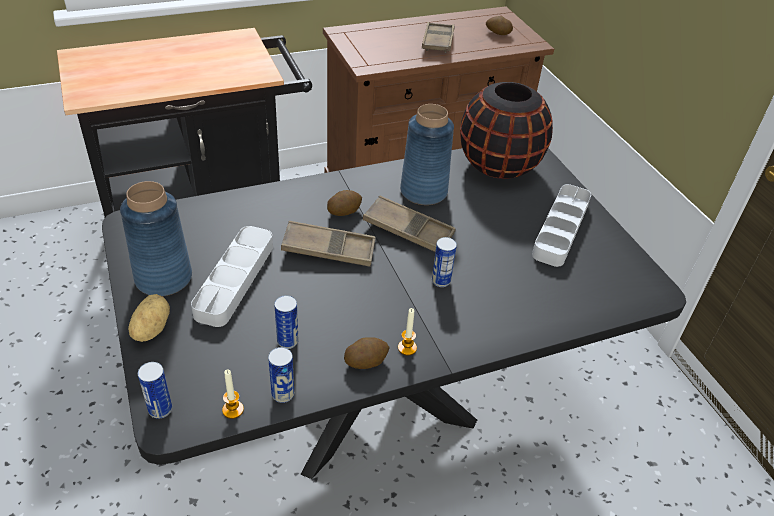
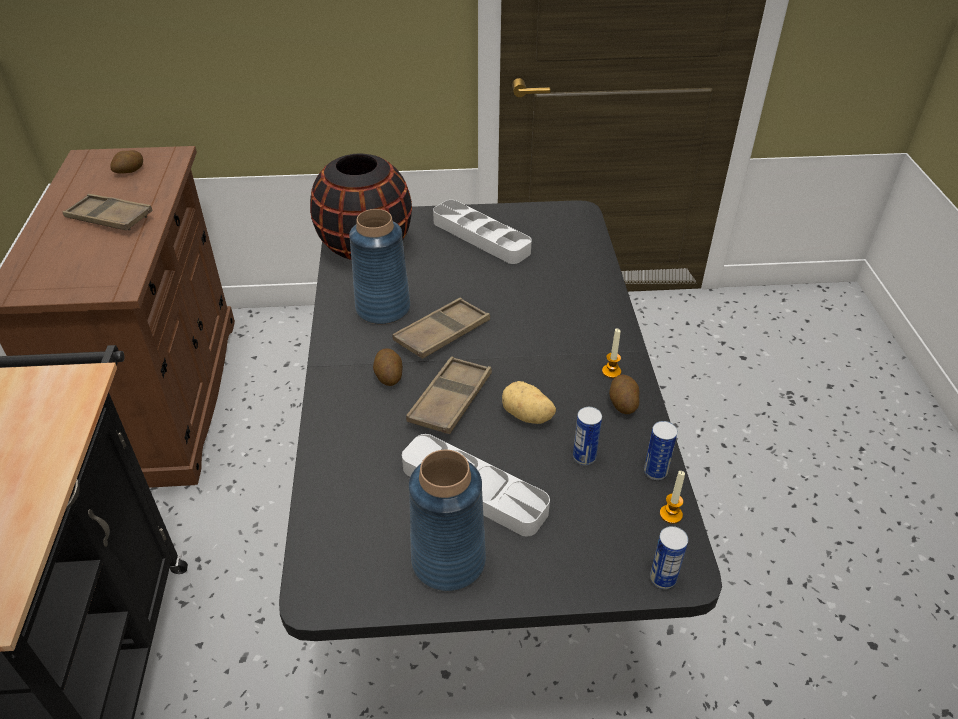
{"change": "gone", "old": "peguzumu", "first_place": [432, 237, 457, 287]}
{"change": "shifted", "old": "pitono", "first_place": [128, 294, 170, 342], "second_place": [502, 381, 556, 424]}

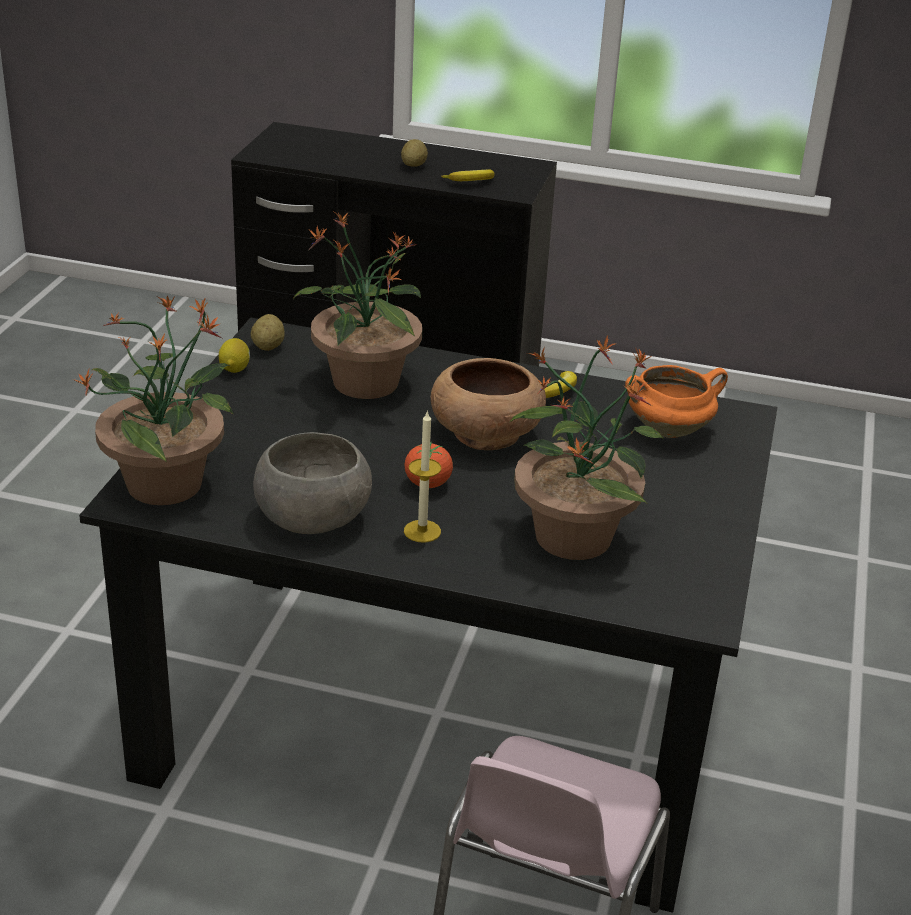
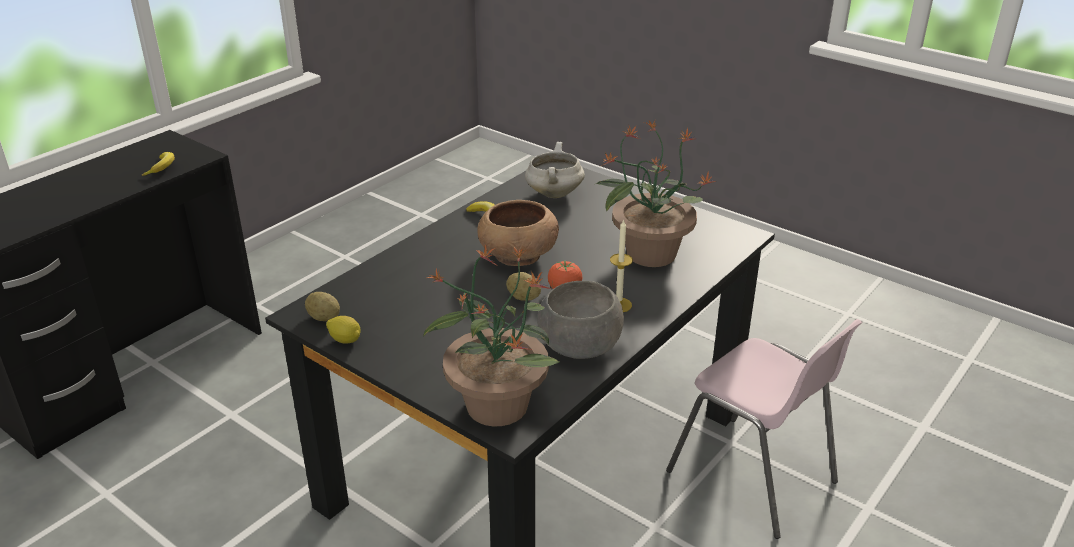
{"change": "shifted", "old": "pitono", "first_place": [401, 139, 428, 167], "second_place": [506, 272, 541, 301]}
{"change": "gone", "old": "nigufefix", "first_place": [293, 212, 422, 399]}
{"change": "repainted", "old": "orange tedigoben", "new": "white tedigoben", "first_place": [625, 365, 728, 438], "second_place": [525, 142, 585, 198]}

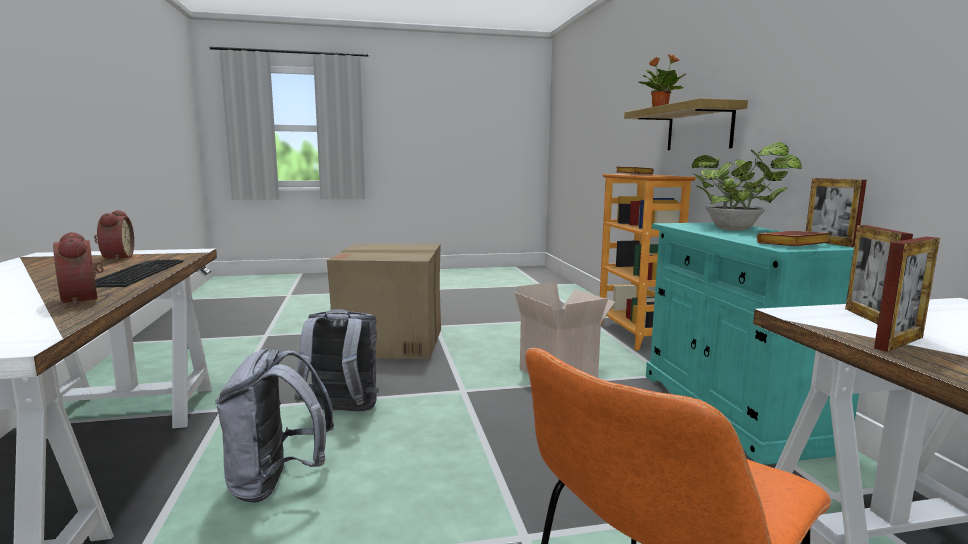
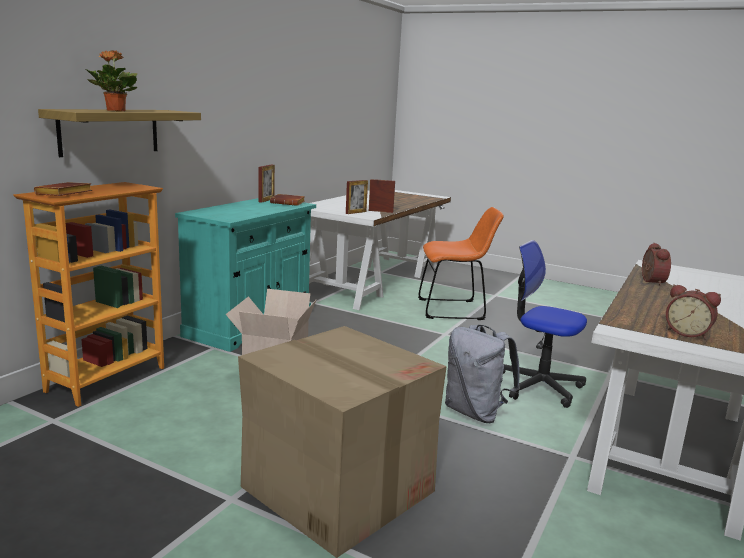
{"change": "gone", "old": "nigufefix", "first_place": [692, 142, 802, 230]}
{"change": "rotated", "old": "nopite", "first_place": [94, 210, 134, 261], "second_place": [666, 284, 721, 340], "degrees": -75}
{"change": "gone", "old": "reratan", "first_place": [95, 259, 183, 287]}
{"change": "swapped", "old": "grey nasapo", "new": "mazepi", "first_place": [215, 348, 334, 503], "second_place": [503, 240, 587, 408]}

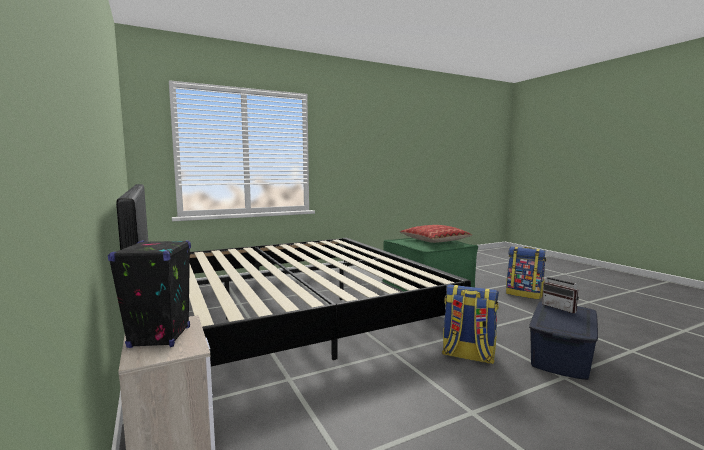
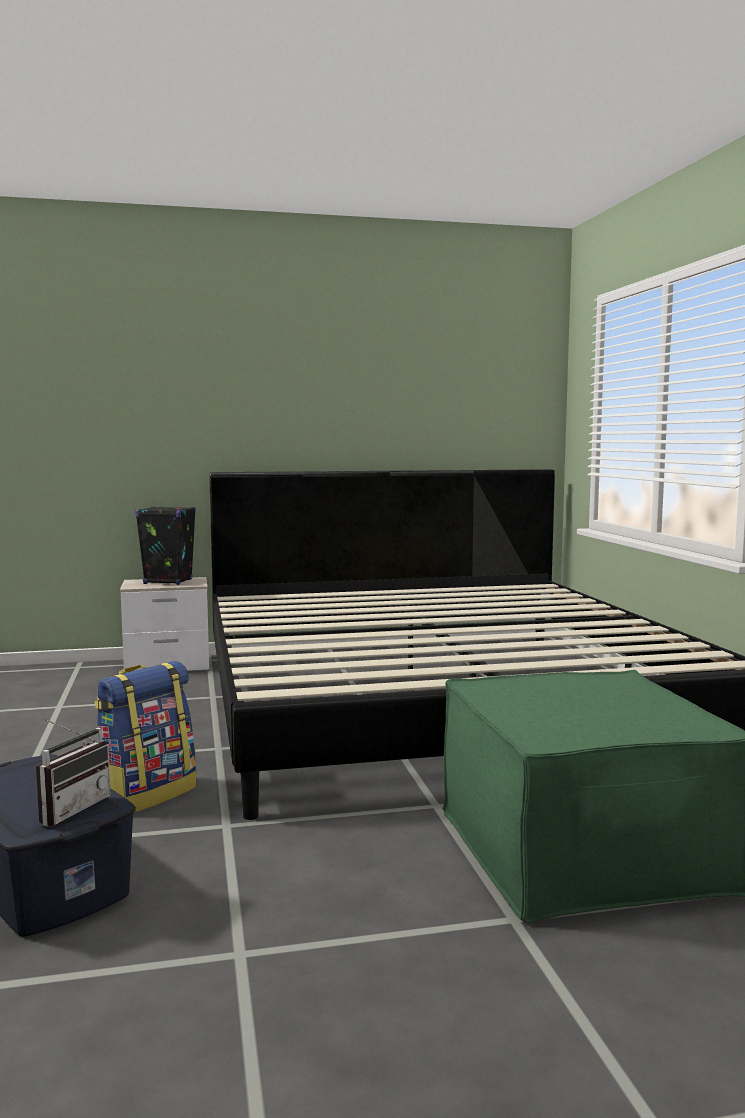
{"change": "gone", "old": "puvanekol", "first_place": [399, 225, 472, 243]}
{"change": "gone", "old": "nasapo", "first_place": [506, 247, 546, 300]}
{"change": "rotated", "old": "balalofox", "first_place": [542, 270, 579, 313], "second_place": [36, 718, 111, 826], "degrees": 135}

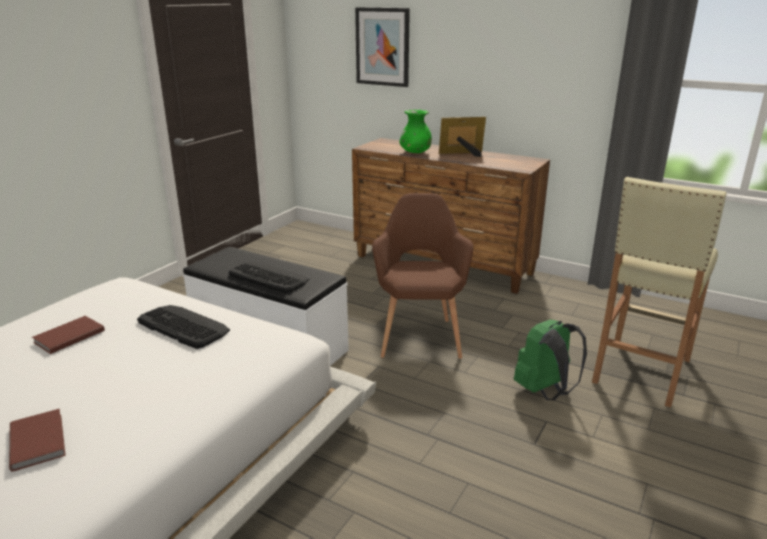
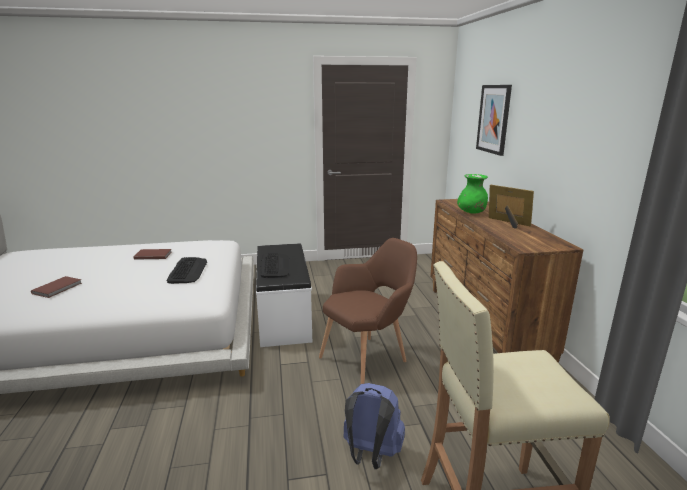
{"change": "repainted", "old": "green nasapo", "new": "blue nasapo", "first_place": [514, 320, 587, 400], "second_place": [344, 383, 405, 469]}

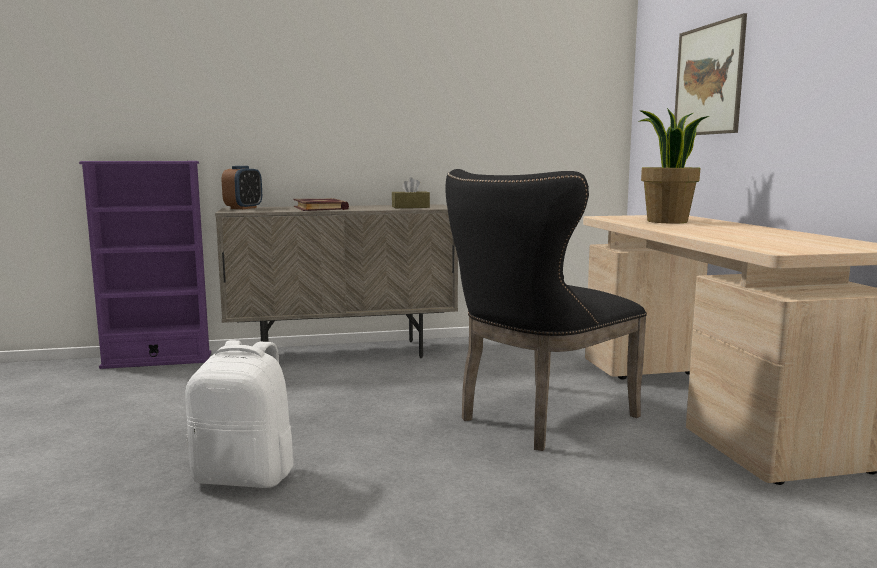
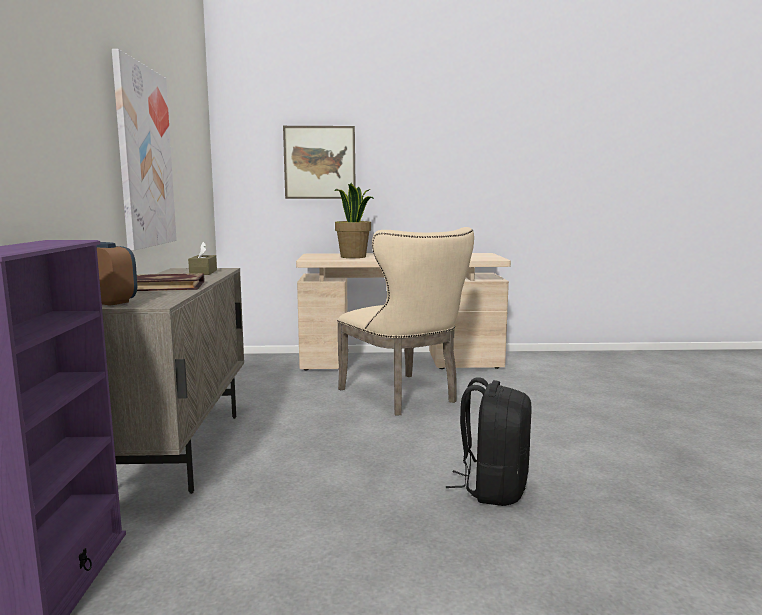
{"change": "repainted", "old": "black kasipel", "new": "beige kasipel", "first_place": [445, 169, 647, 451], "second_place": [337, 227, 474, 415]}
{"change": "repainted", "old": "white nasapo", "new": "black nasapo", "first_place": [185, 340, 294, 488], "second_place": [446, 377, 532, 506]}
{"change": "new", "new": "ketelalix", "second_place": [112, 49, 177, 251]}

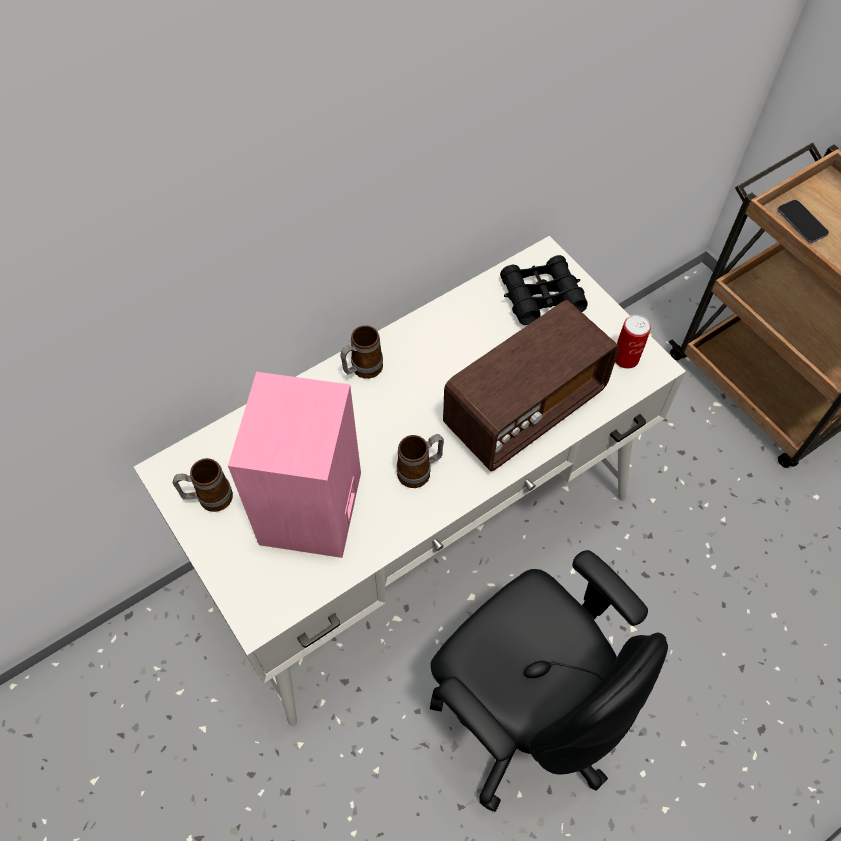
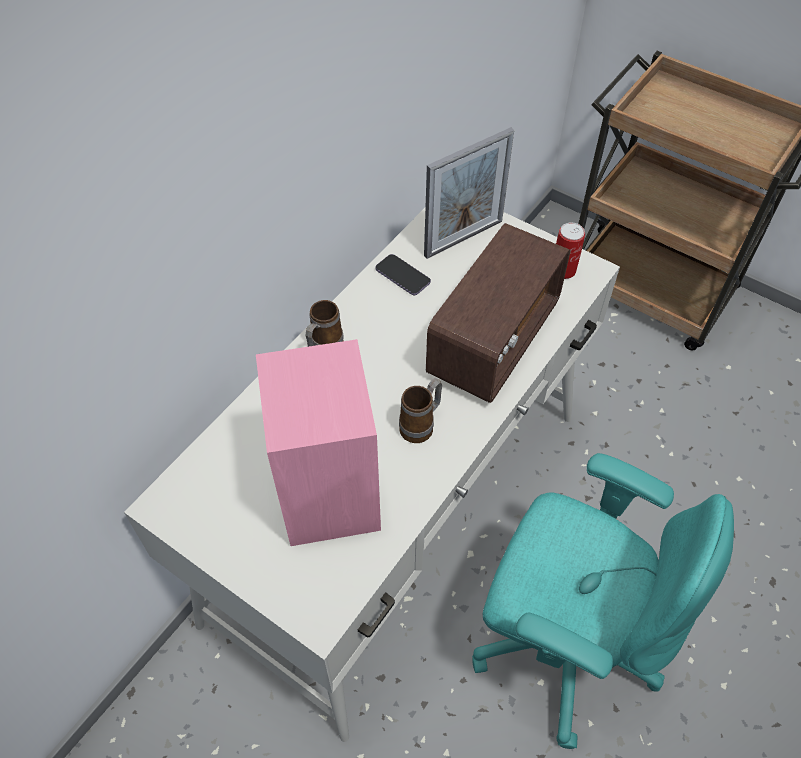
{"change": "shifted", "old": "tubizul", "first_place": [777, 200, 829, 243], "second_place": [375, 254, 431, 295]}
{"change": "swapped", "old": "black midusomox", "new": "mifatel", "first_place": [500, 255, 588, 325], "second_place": [424, 127, 514, 259]}
{"change": "gone", "old": "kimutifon", "first_place": [172, 458, 233, 512]}
{"change": "repainted", "old": "black mazepi", "new": "turquoise mazepi", "first_place": [430, 550, 668, 812], "second_place": [472, 453, 734, 749]}

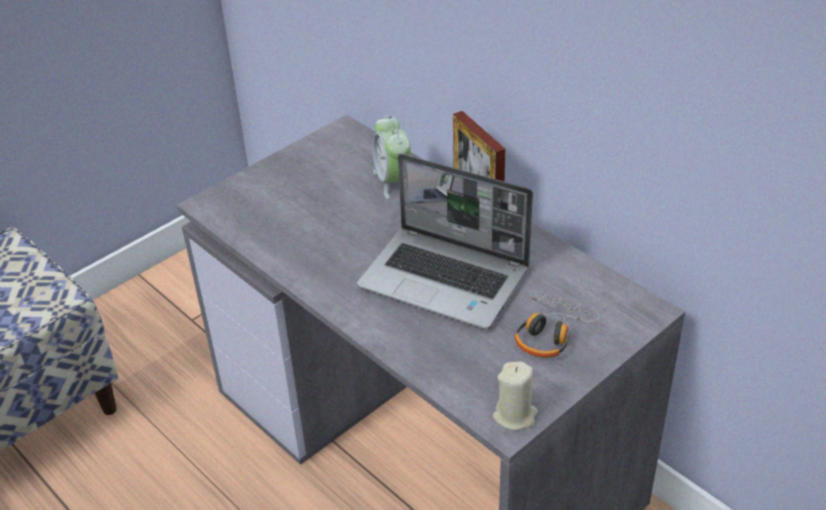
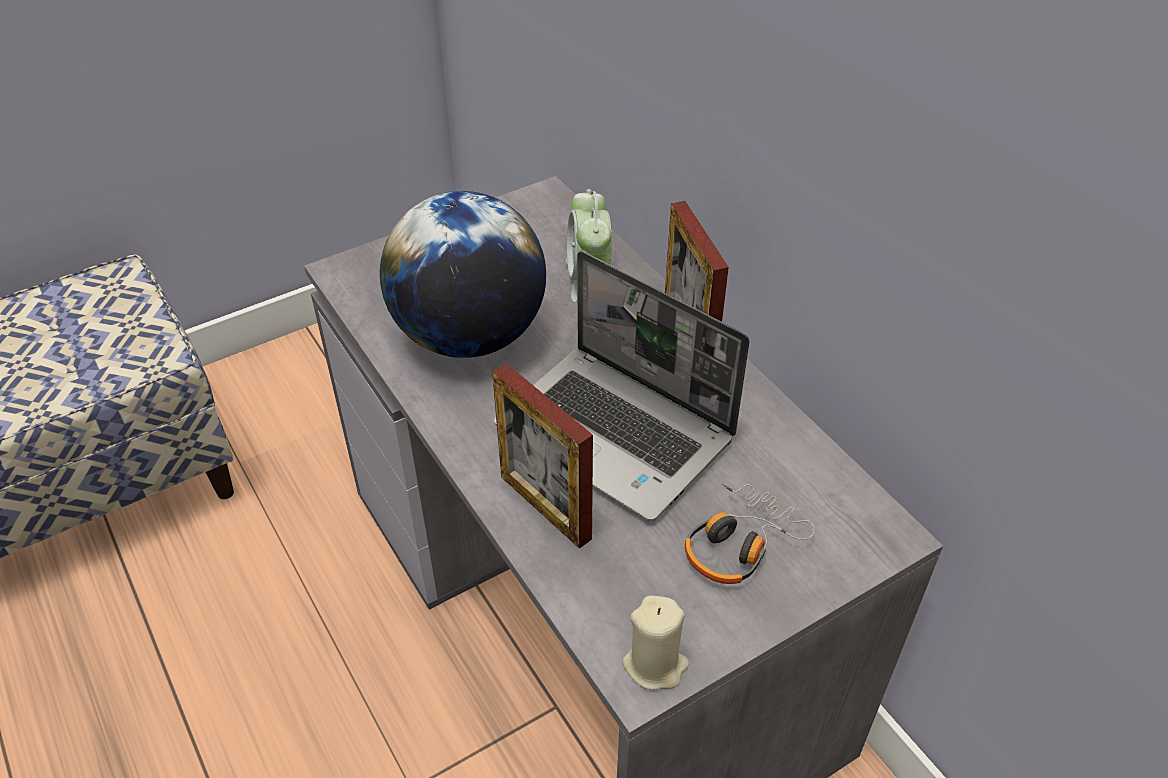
{"change": "new", "new": "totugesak", "second_place": [380, 191, 546, 358]}
{"change": "new", "new": "mifatel", "second_place": [492, 363, 593, 549]}

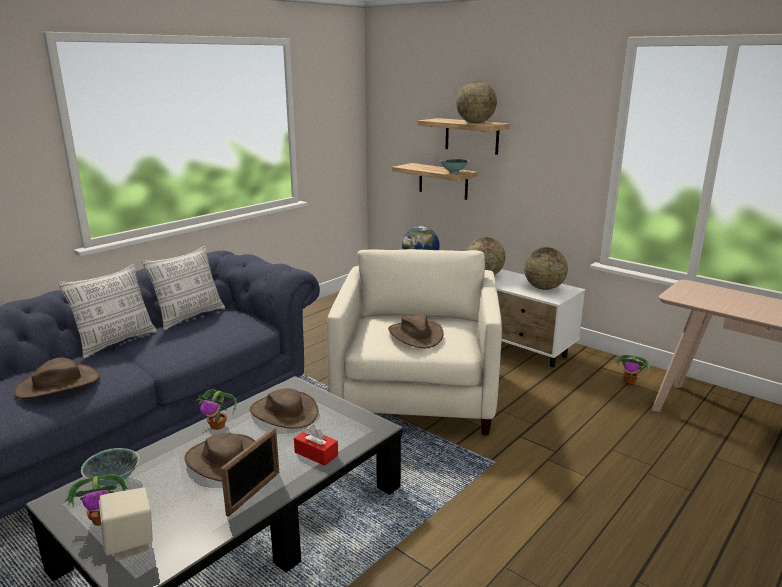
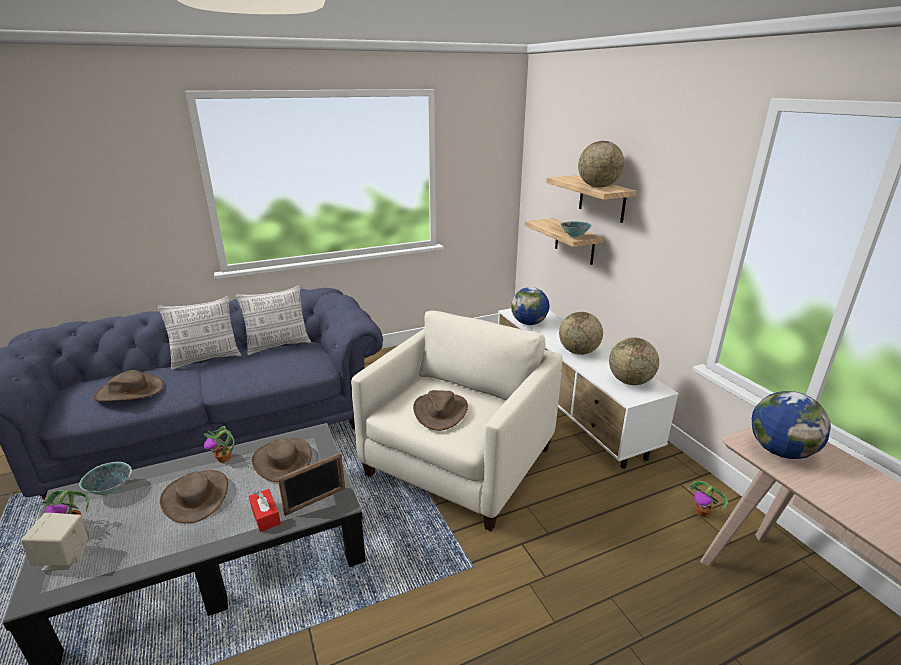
{"change": "shifted", "old": "mifatel", "first_place": [221, 428, 279, 517], "second_place": [278, 452, 345, 516]}
{"change": "new", "new": "totugesak", "second_place": [752, 391, 831, 459]}

